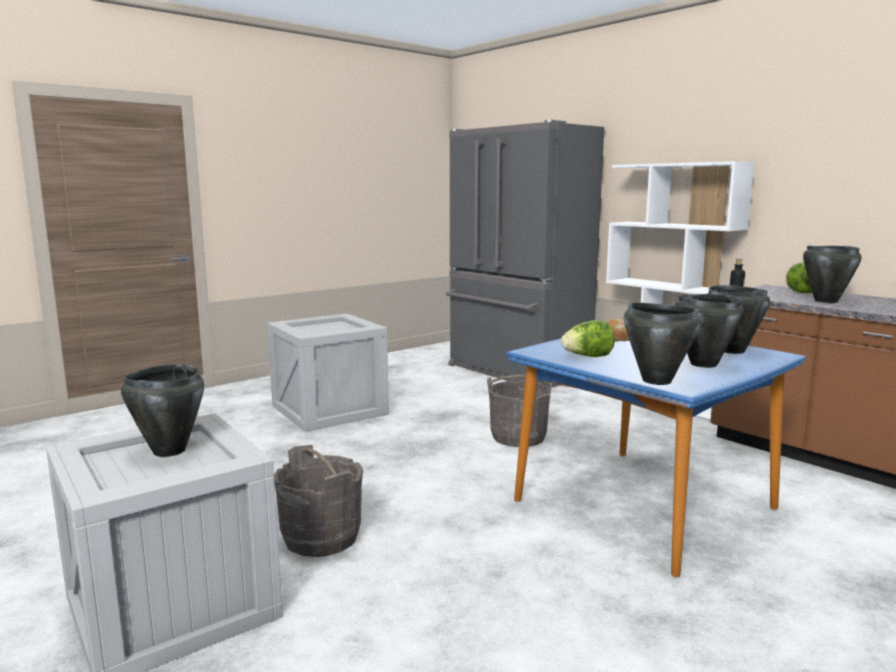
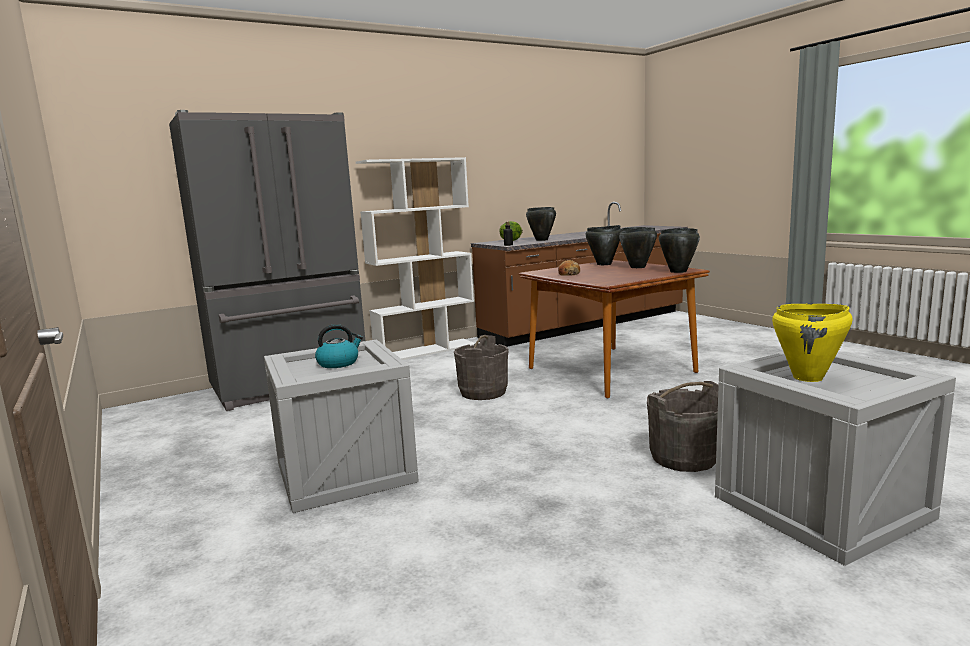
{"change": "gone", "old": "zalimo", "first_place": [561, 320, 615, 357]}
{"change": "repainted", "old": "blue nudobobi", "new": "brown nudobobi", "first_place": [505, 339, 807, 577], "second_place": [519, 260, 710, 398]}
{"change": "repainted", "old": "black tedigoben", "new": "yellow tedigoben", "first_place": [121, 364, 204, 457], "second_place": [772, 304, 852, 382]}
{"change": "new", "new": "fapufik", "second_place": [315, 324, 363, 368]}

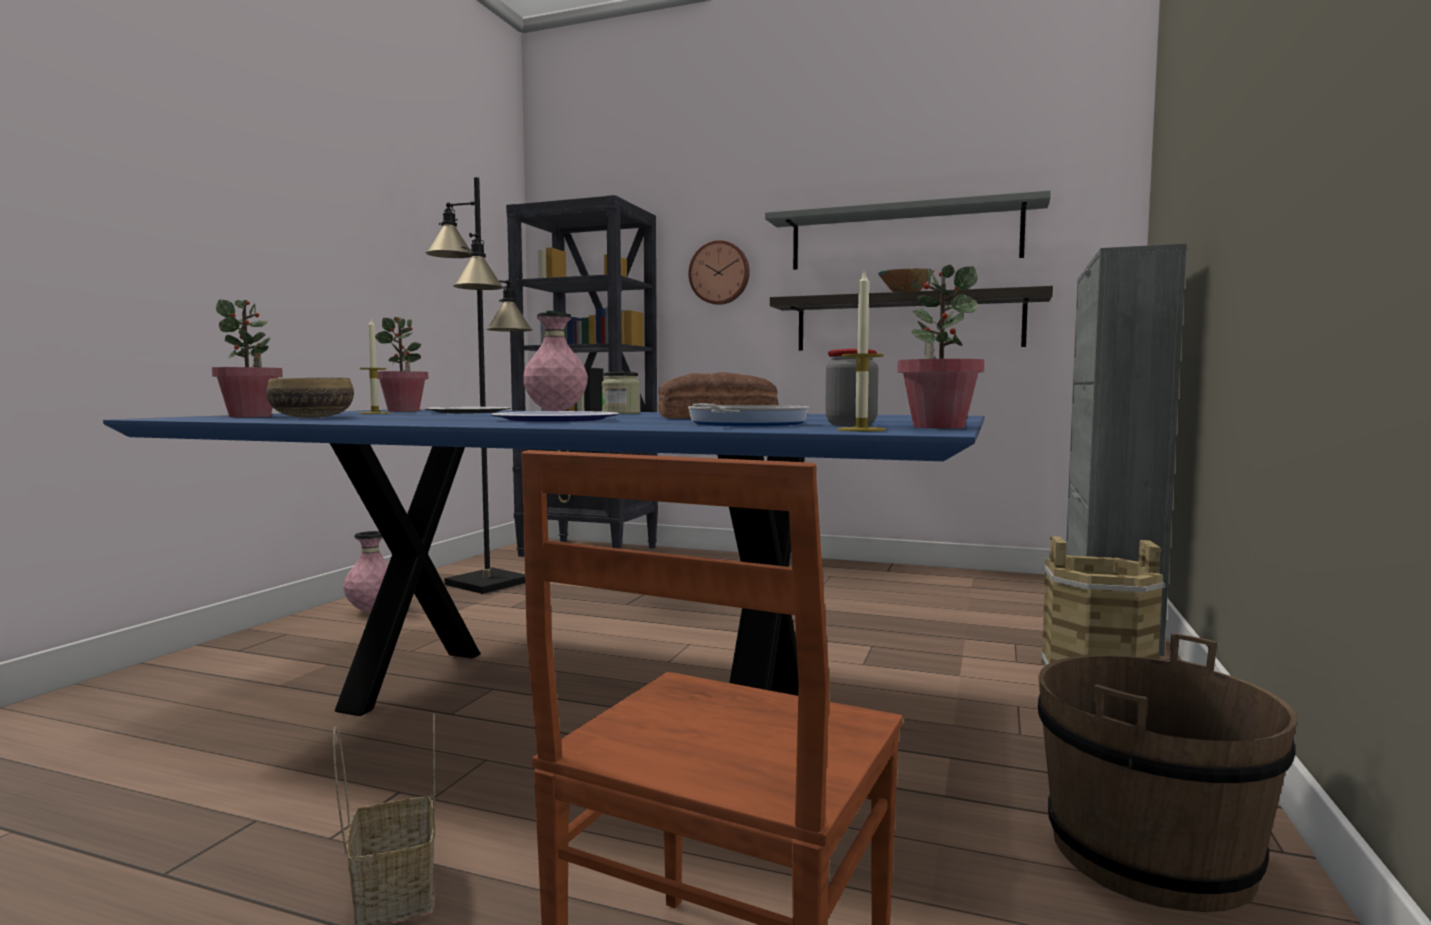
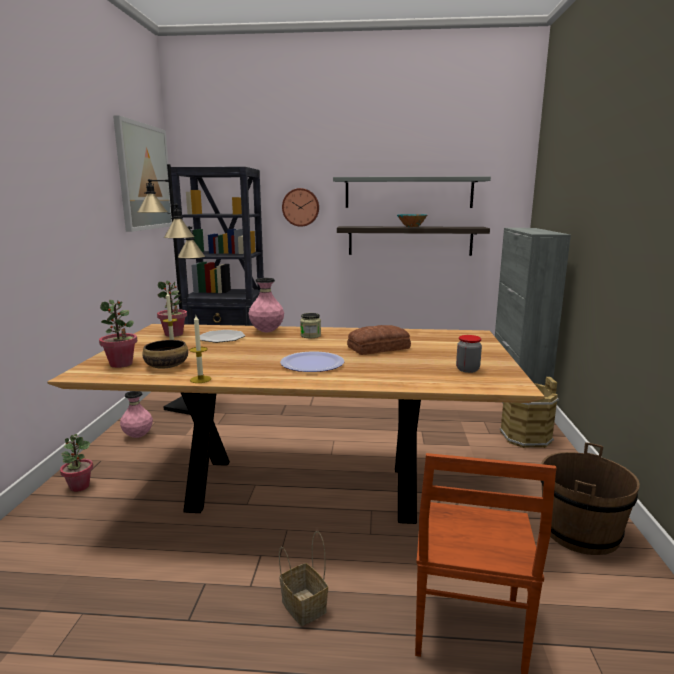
{"change": "shifted", "old": "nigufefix", "first_place": [898, 265, 985, 428], "second_place": [60, 434, 93, 492]}
{"change": "shifted", "old": "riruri", "first_place": [837, 269, 886, 431], "second_place": [189, 315, 211, 383]}
{"change": "gone", "old": "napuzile", "first_place": [688, 404, 809, 426]}
{"change": "repainted", "old": "blue nudobobi", "new": "brown nudobobi", "first_place": [103, 410, 985, 716], "second_place": [48, 324, 545, 524]}
{"change": "new", "new": "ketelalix", "second_place": [113, 115, 172, 232]}

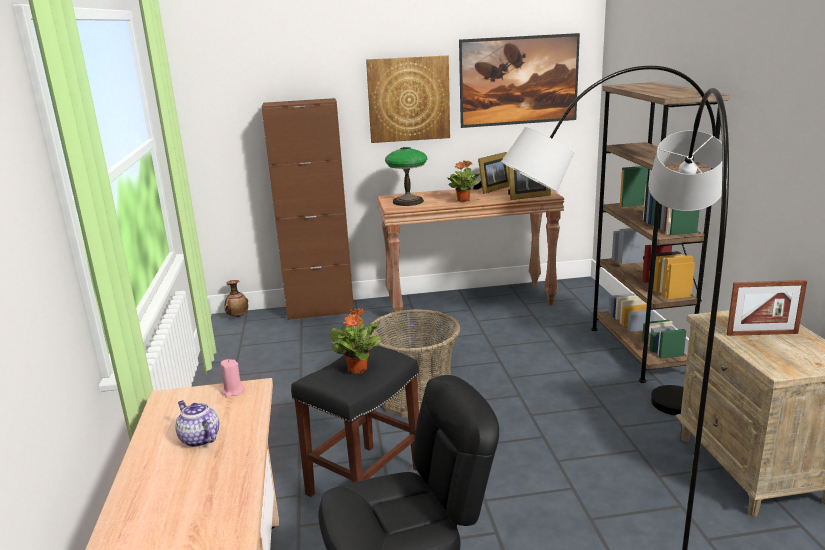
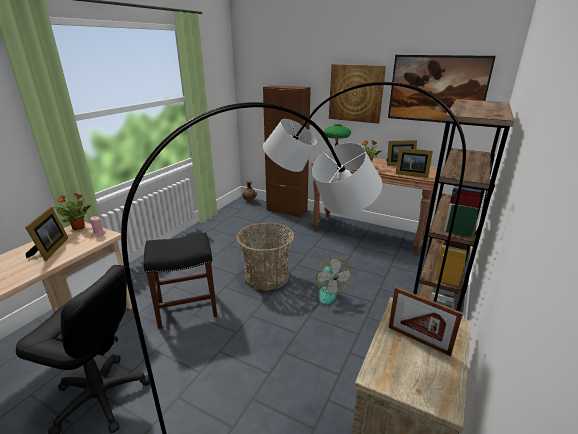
{"change": "shifted", "old": "nigufefix", "first_place": [330, 308, 382, 374], "second_place": [53, 193, 91, 230]}
{"change": "swapped", "old": "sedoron", "new": "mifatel", "first_place": [175, 400, 219, 447], "second_place": [25, 207, 68, 261]}
{"change": "new", "new": "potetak", "second_place": [303, 258, 351, 305]}

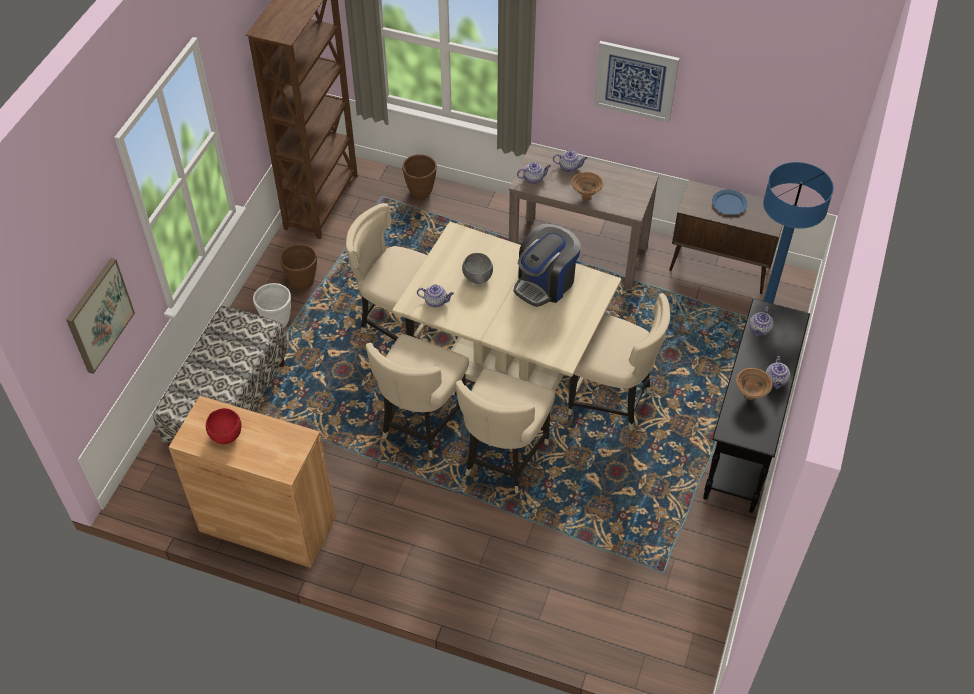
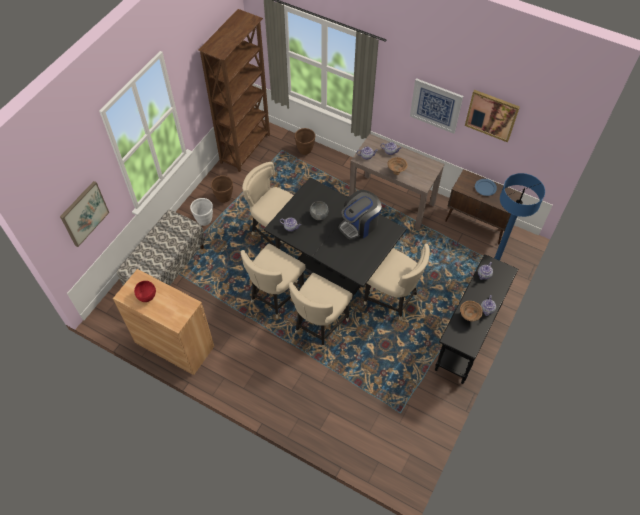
{"change": "repainted", "old": "beige nudobobi", "new": "black nudobobi", "first_place": [392, 222, 621, 392], "second_place": [264, 177, 406, 296]}
{"change": "new", "new": "ketelalix", "second_place": [465, 90, 520, 142]}

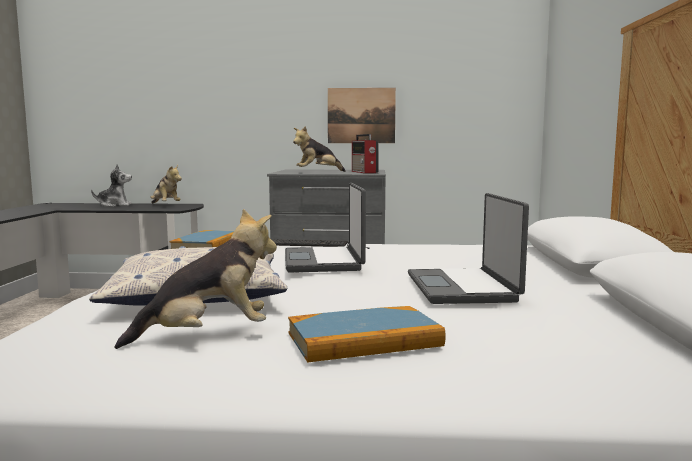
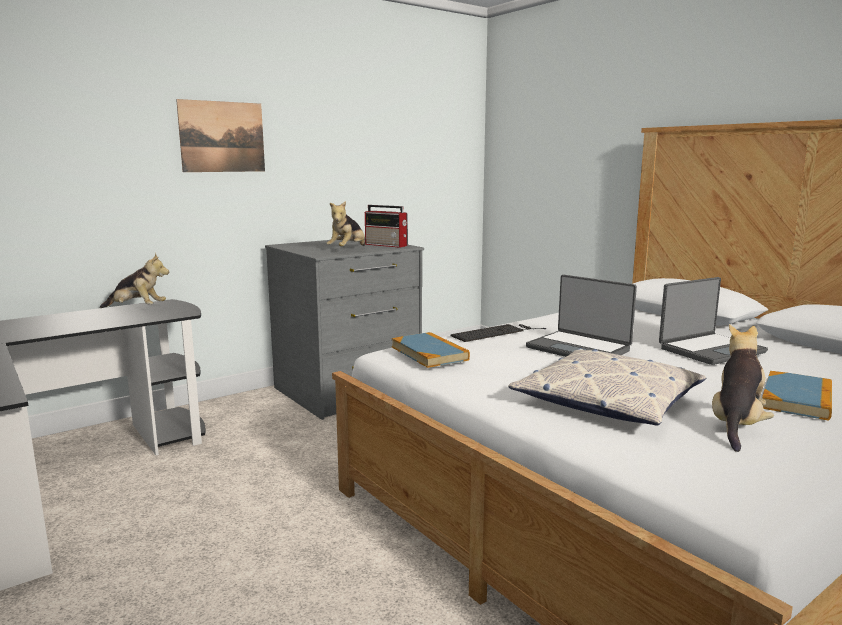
{"change": "shifted", "old": "ketelalix", "first_place": [328, 88, 396, 143], "second_place": [176, 99, 265, 172]}
{"change": "gone", "old": "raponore", "first_place": [91, 165, 132, 207]}
{"change": "rotated", "old": "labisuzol", "first_place": [408, 193, 529, 304], "second_place": [659, 277, 768, 365], "degrees": -75}

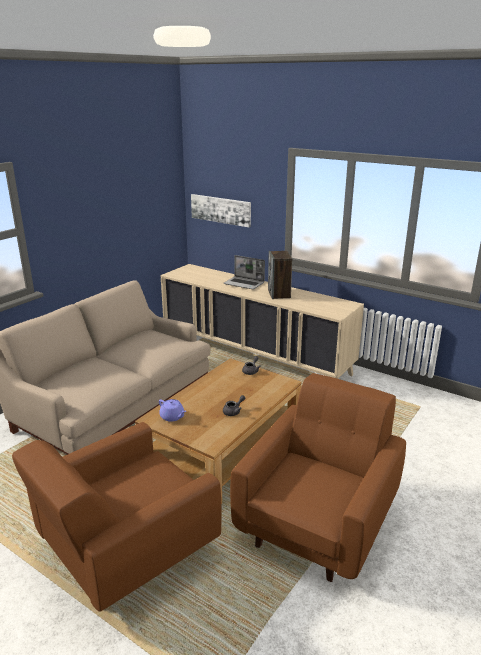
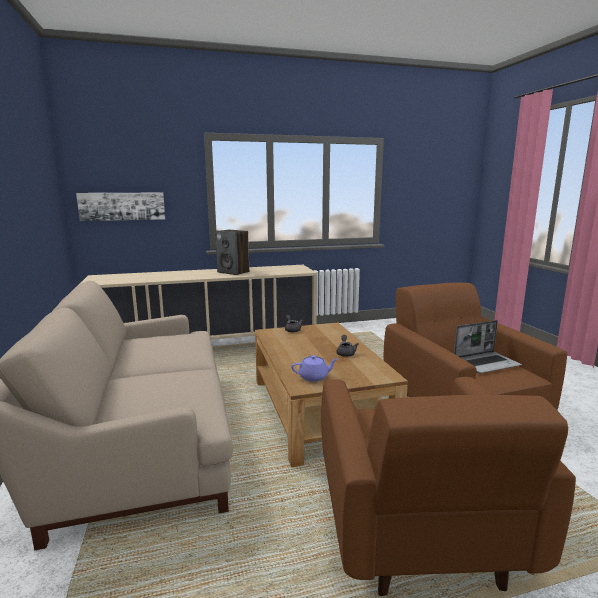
{"change": "shifted", "old": "labisuzol", "first_place": [223, 255, 265, 290], "second_place": [454, 320, 522, 373]}

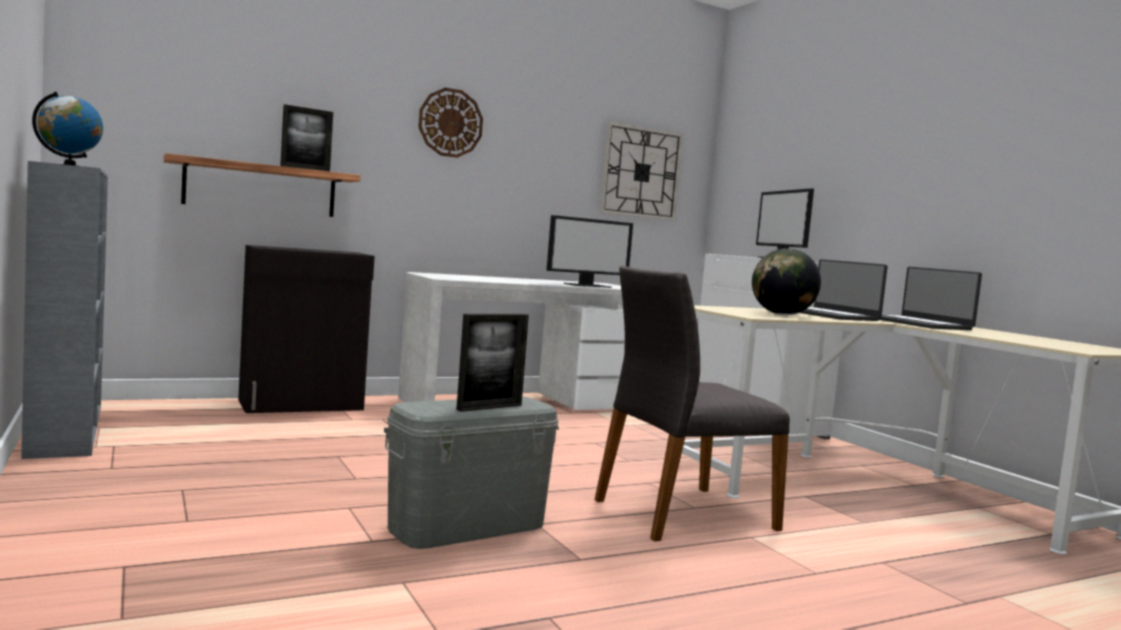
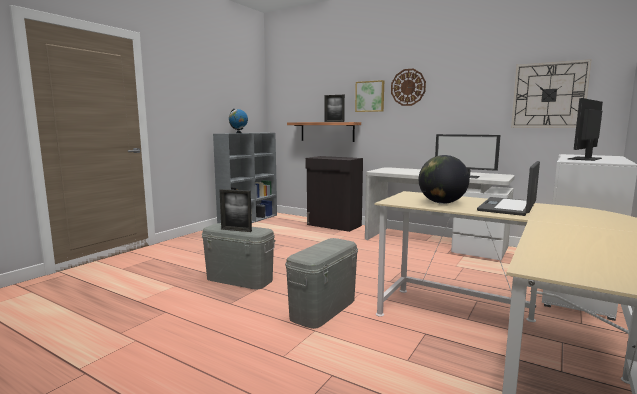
{"change": "swapped", "old": "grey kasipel", "new": "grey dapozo", "first_place": [595, 265, 790, 541], "second_place": [285, 238, 358, 329]}
{"change": "gone", "old": "labisuzol", "first_place": [879, 267, 982, 330]}
{"change": "new", "new": "ketelalix", "second_place": [355, 80, 384, 112]}

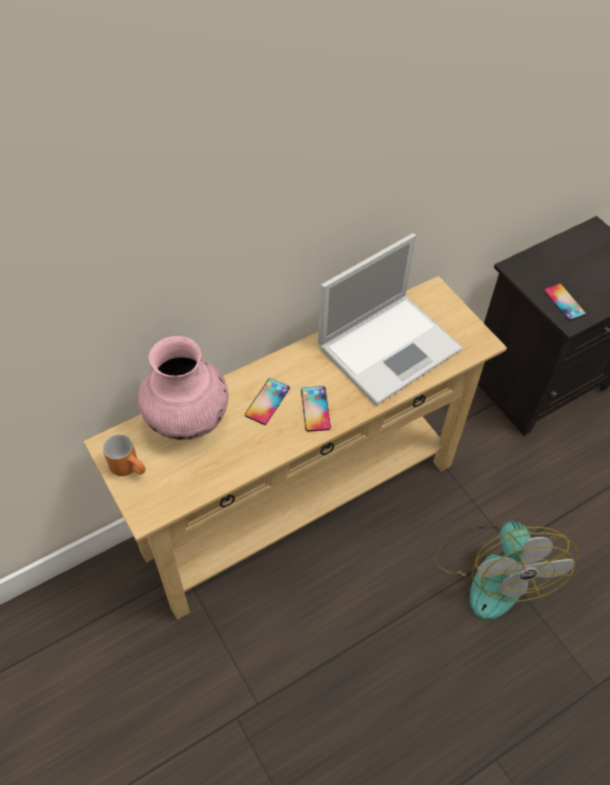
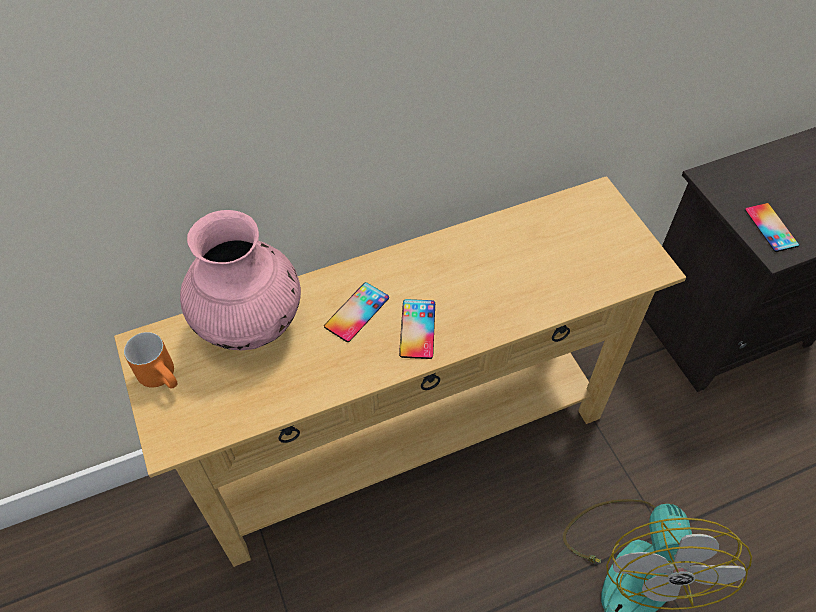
{"change": "gone", "old": "labisuzol", "first_place": [318, 233, 463, 405]}

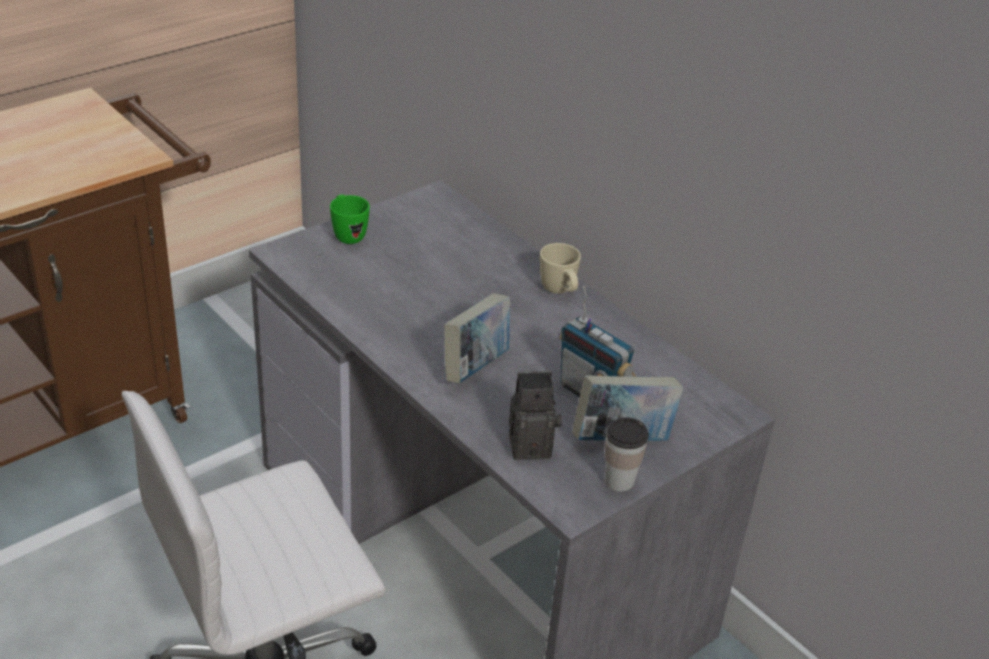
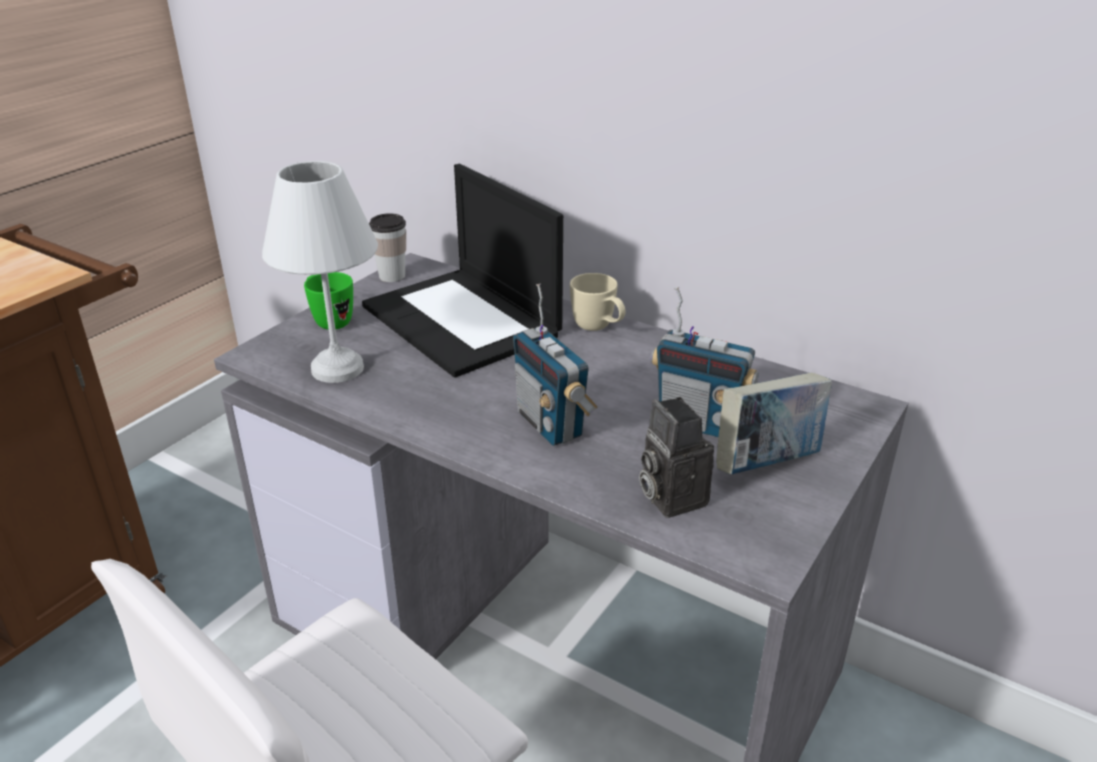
{"change": "swapped", "old": "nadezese", "new": "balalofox", "first_place": [444, 293, 510, 383], "second_place": [513, 284, 598, 446]}
{"change": "rotated", "old": "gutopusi", "first_place": [509, 371, 562, 460], "second_place": [639, 397, 714, 518], "degrees": -90}
{"change": "shifted", "old": "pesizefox", "first_place": [605, 417, 649, 492], "second_place": [369, 213, 406, 282]}
{"change": "new", "new": "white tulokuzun", "second_place": [262, 161, 378, 383]}
{"change": "new", "new": "labisuzol", "second_place": [362, 164, 563, 378]}

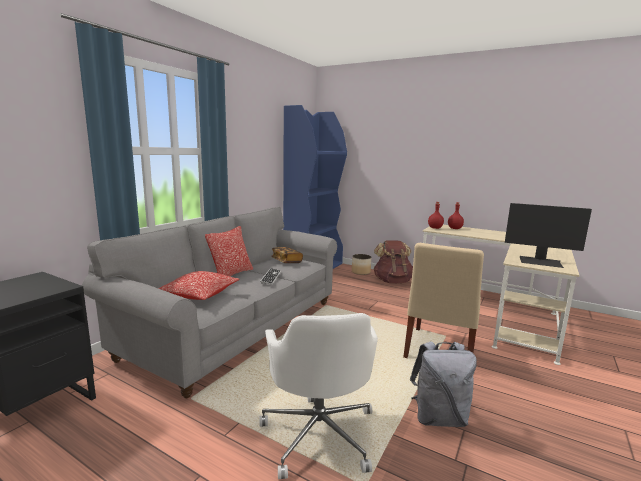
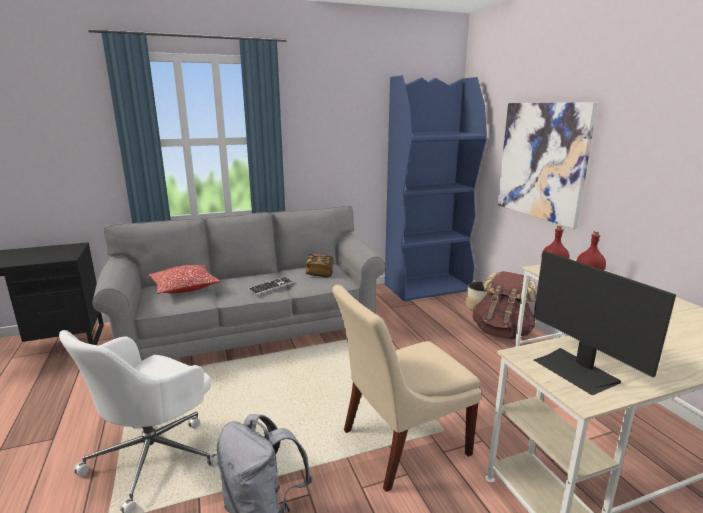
{"change": "gone", "old": "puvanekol", "first_place": [205, 226, 253, 276]}
{"change": "new", "new": "ketelalix", "second_place": [497, 102, 598, 229]}

